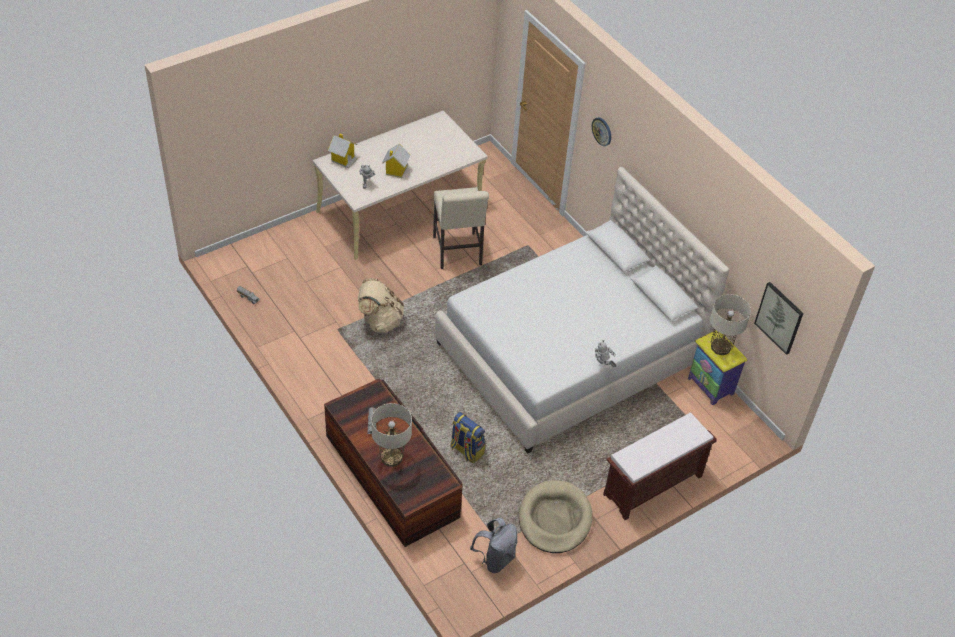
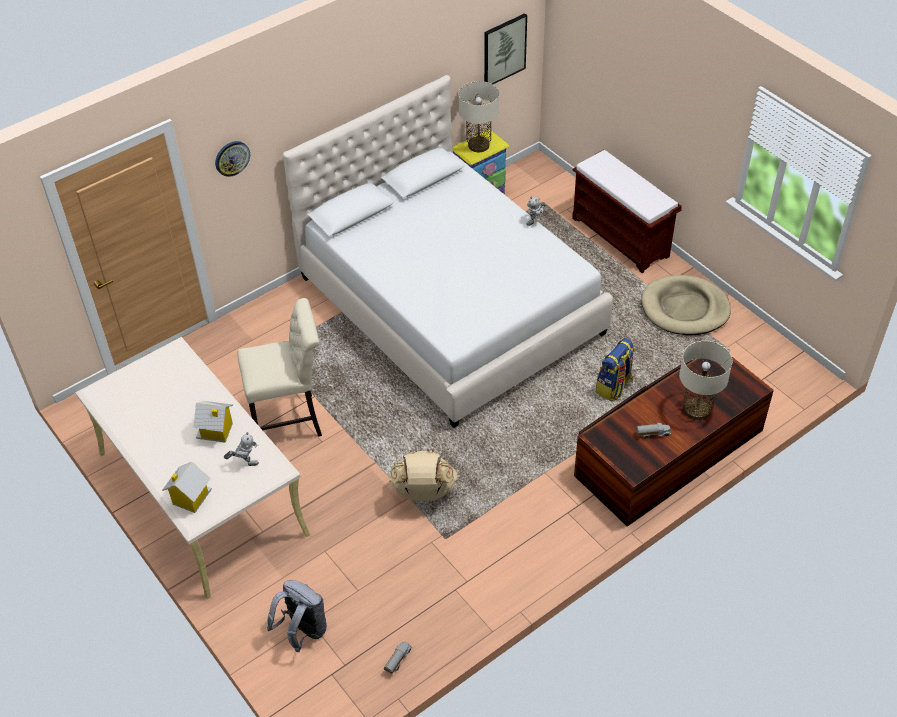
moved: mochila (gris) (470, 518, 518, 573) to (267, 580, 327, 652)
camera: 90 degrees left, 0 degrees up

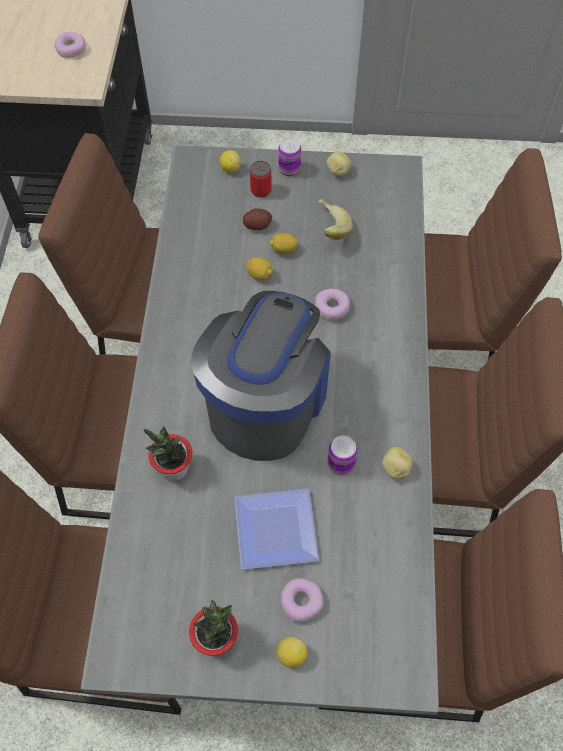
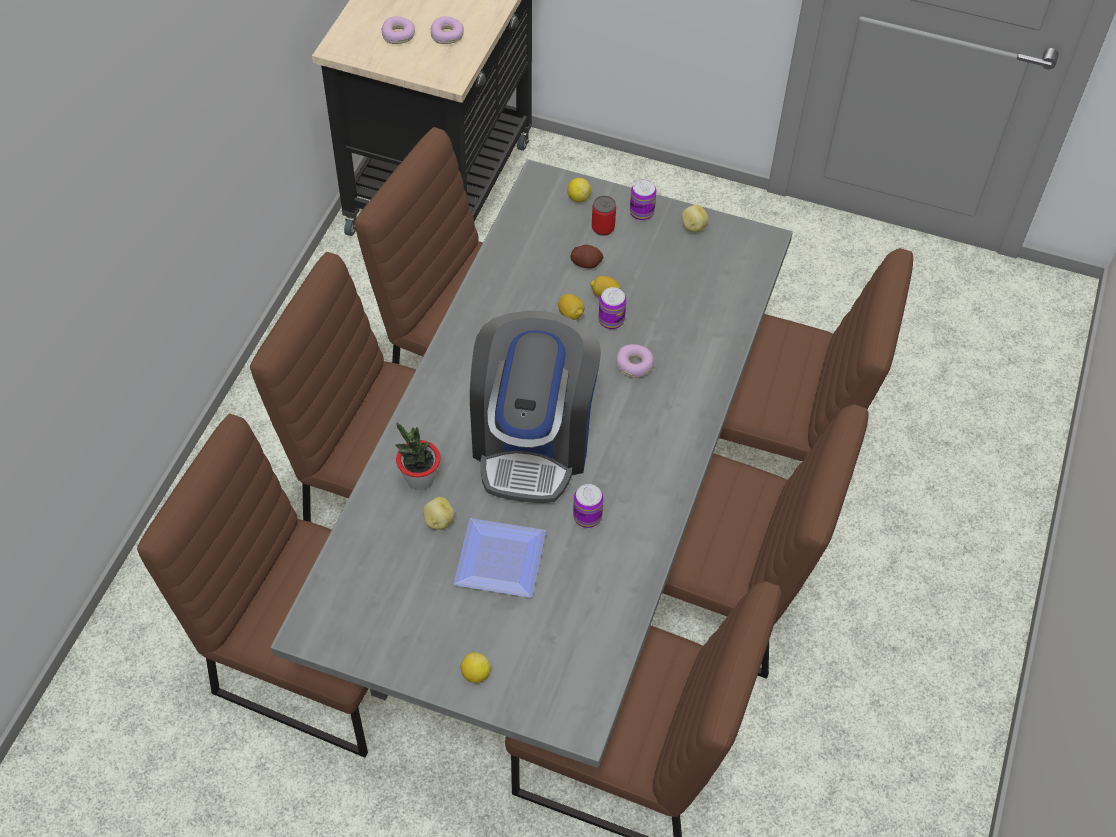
removed: planta en maceta (189, 599, 238, 656); plátano (318, 199, 353, 240)
added: lata (598, 287, 626, 329)
moved: rosquilla (280, 578, 324, 622) to (381, 16, 415, 44); patata (382, 447, 413, 479) to (423, 497, 455, 530)
turned: cafetera (191, 291, 330, 461) = (470, 311, 601, 503) 150 degrees clockwise
camera: 15 degrees right, 5 degrees down

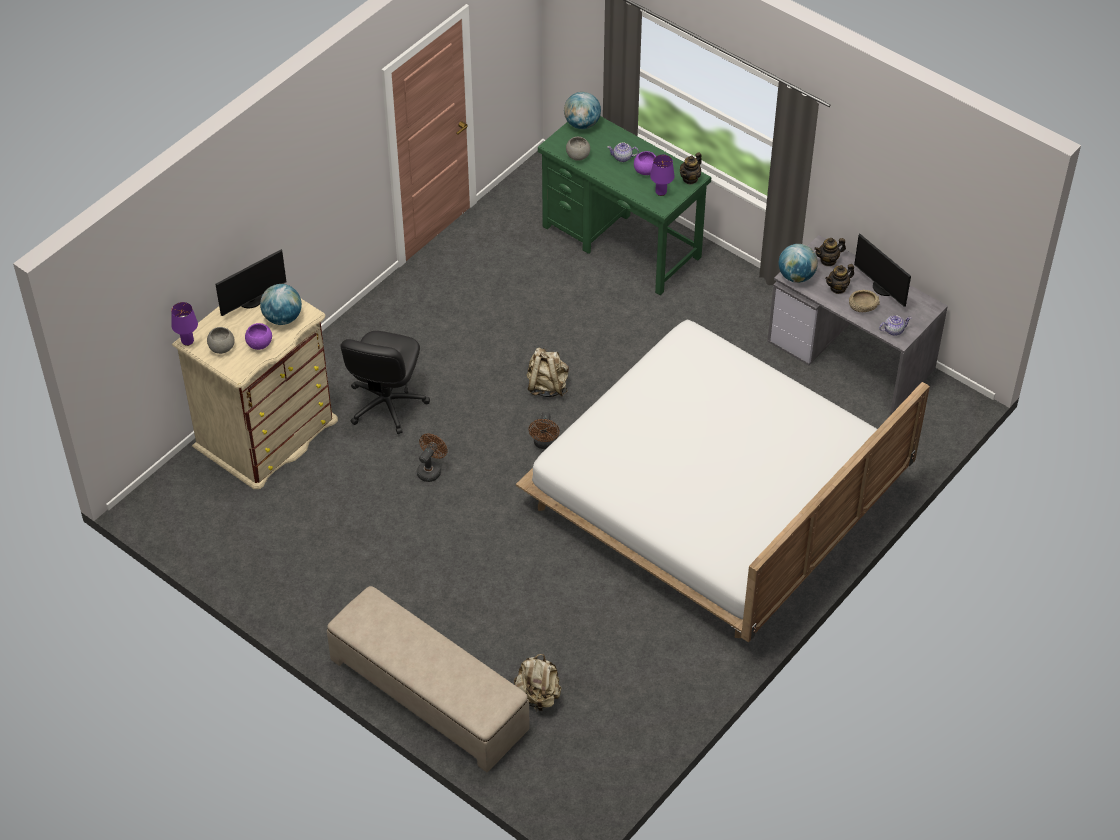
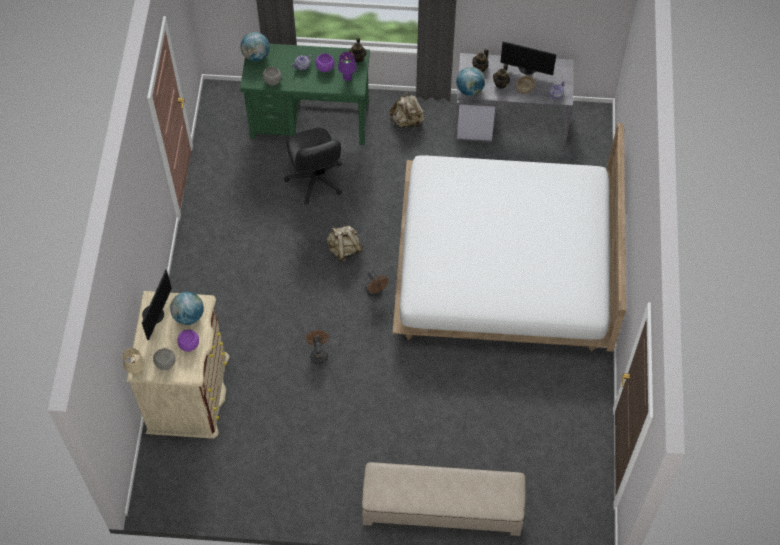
moved: silla de oficina (negro) (340, 331, 430, 434) to (284, 128, 342, 205); mochila (beis) (514, 654, 561, 711) to (390, 92, 425, 128)
recoloured: lámpara de mesa (morado) (171, 302, 198, 346) to lámpara de mesa (beis) (123, 348, 145, 377)
camera: 35 degrees left, 10 degrees up

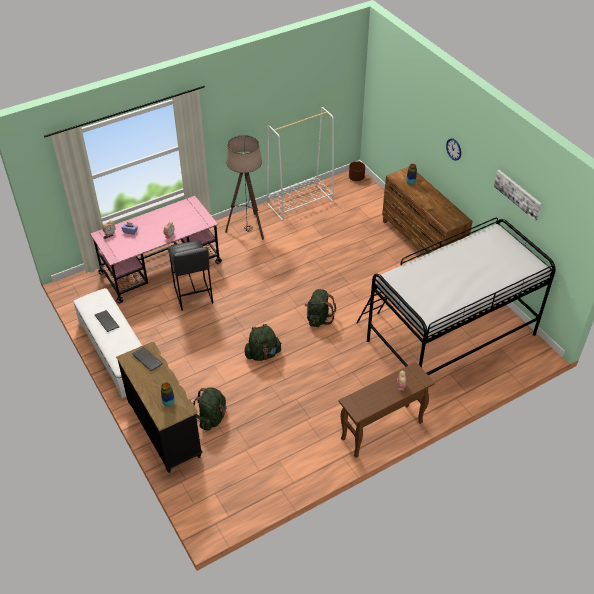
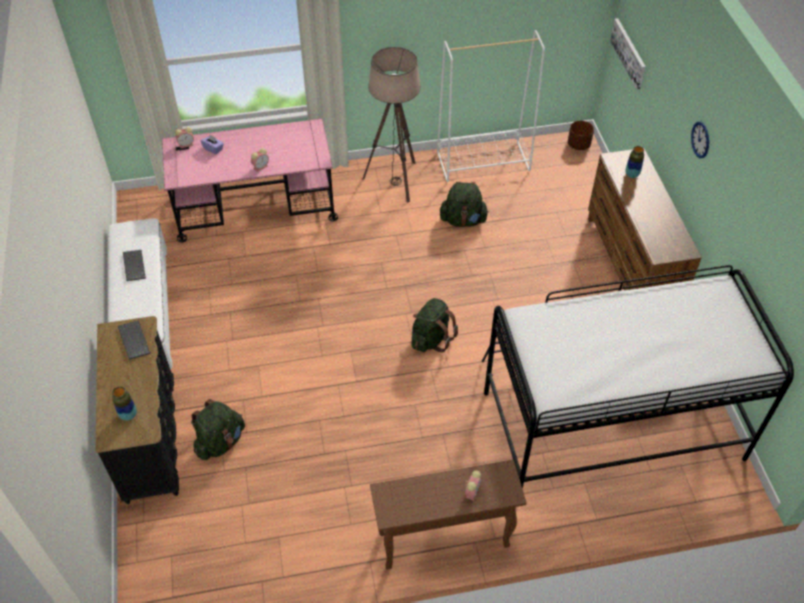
removed: taburete (gris) (168, 241, 213, 311)
moved: mochila (verde) (244, 324, 282, 361) to (440, 182, 489, 227); cuadro (494, 170, 542, 221) to (610, 18, 646, 89)
camera: 20 degrees right, 5 degrees up

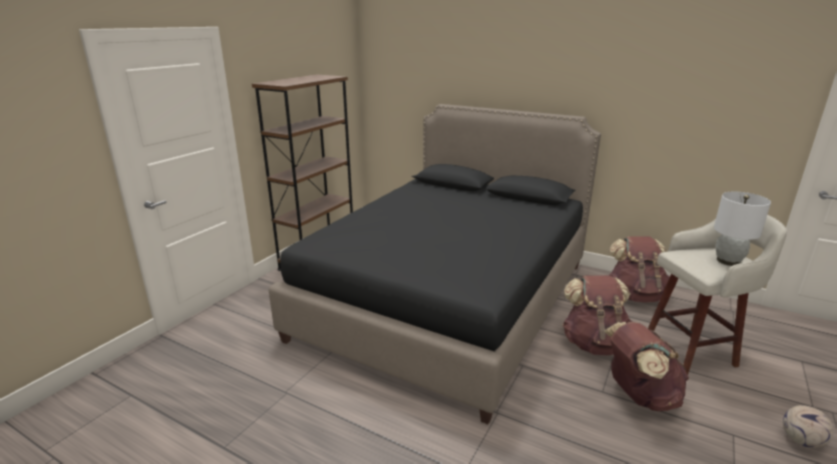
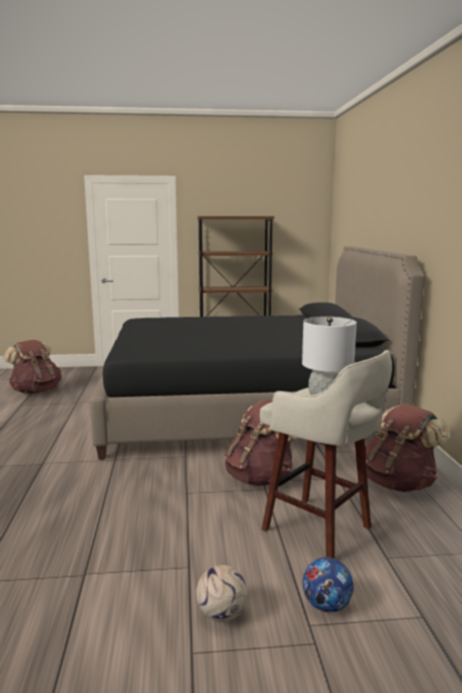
added: balón de fútbol (302, 557, 354, 612)
moved: mochila (marrón) (604, 322, 689, 411) to (3, 340, 62, 394)
camera: 55 degrees right, 10 degrees down

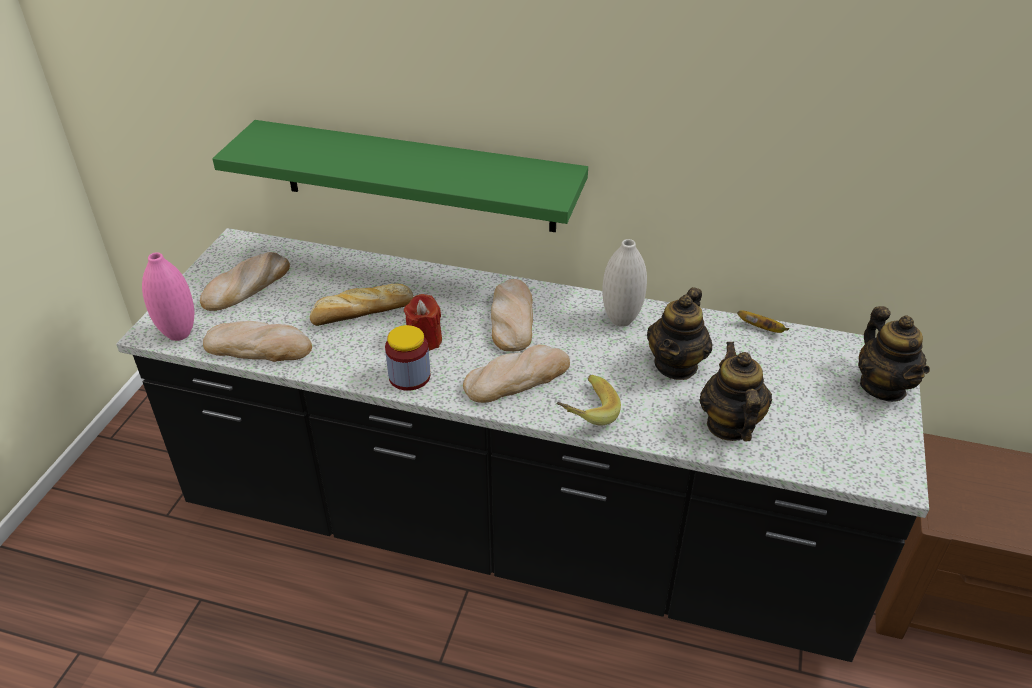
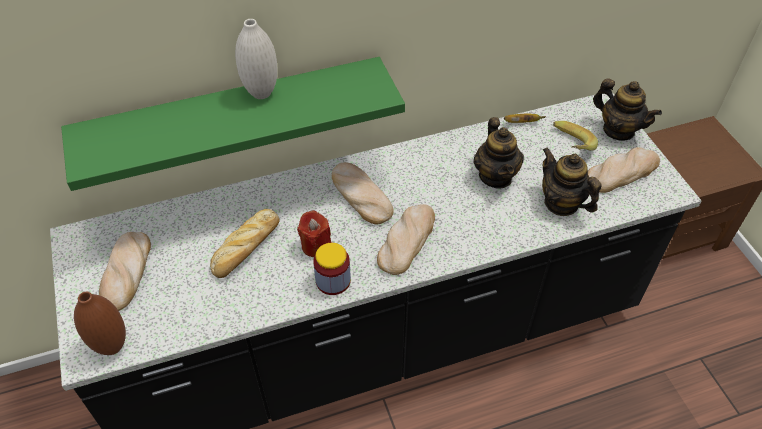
moved: pan (203, 321, 312, 362) to (588, 147, 660, 193); plátano (557, 375, 621, 426) to (553, 121, 598, 151); florero (blanco) (602, 239, 647, 327) to (235, 19, 277, 99)
recoloured: florero (rosa) (142, 252, 194, 341) to florero (marrón) (74, 292, 126, 355)
camera: 35 degrees left, 10 degrees up

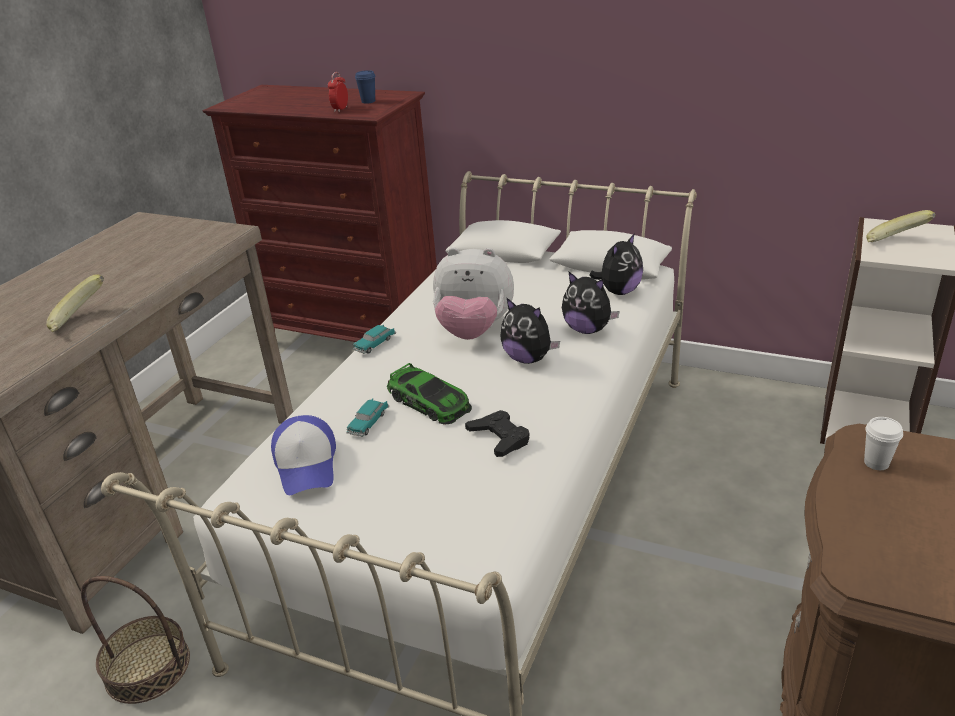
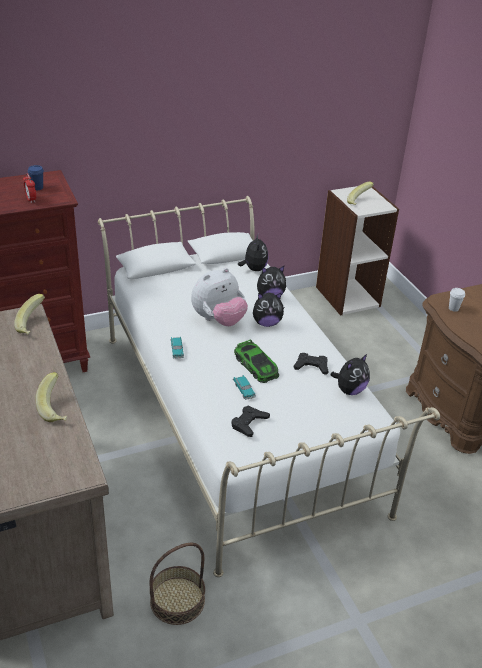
added: plátano (14, 294, 45, 335); peluche (330, 354, 370, 395)
replaced: gorra (271, 415, 336, 495) to mando de consola (negro) (231, 406, 270, 437)
turned: coche de juguete (387, 363, 472, 425) = (234, 339, 279, 383) 60 degrees clockwise
camera: 50 degrees left, 5 degrees up

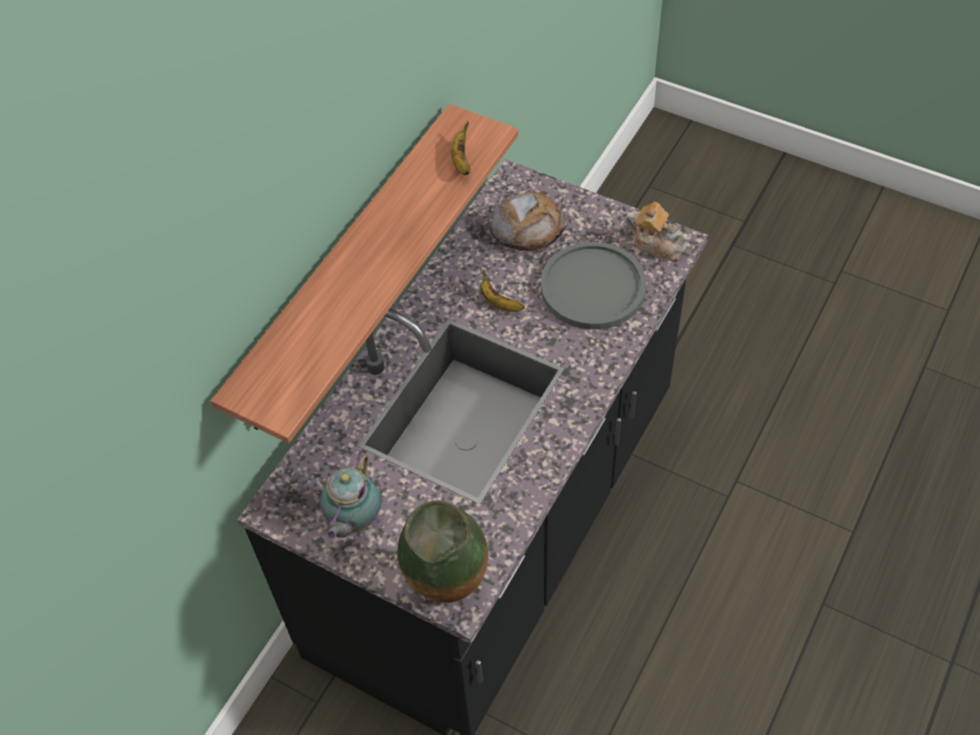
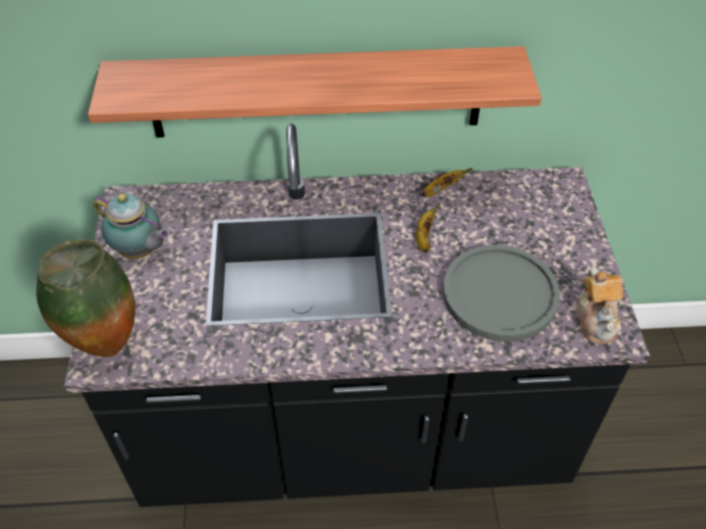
removed: pan (489, 190, 566, 253)
moved: plátano (451, 121, 471, 175) to (422, 168, 472, 197)
turned: tetera (320, 453, 382, 541) = (94, 193, 170, 259) 135 degrees counterclockwise
camera: 55 degrees right, 5 degrees down

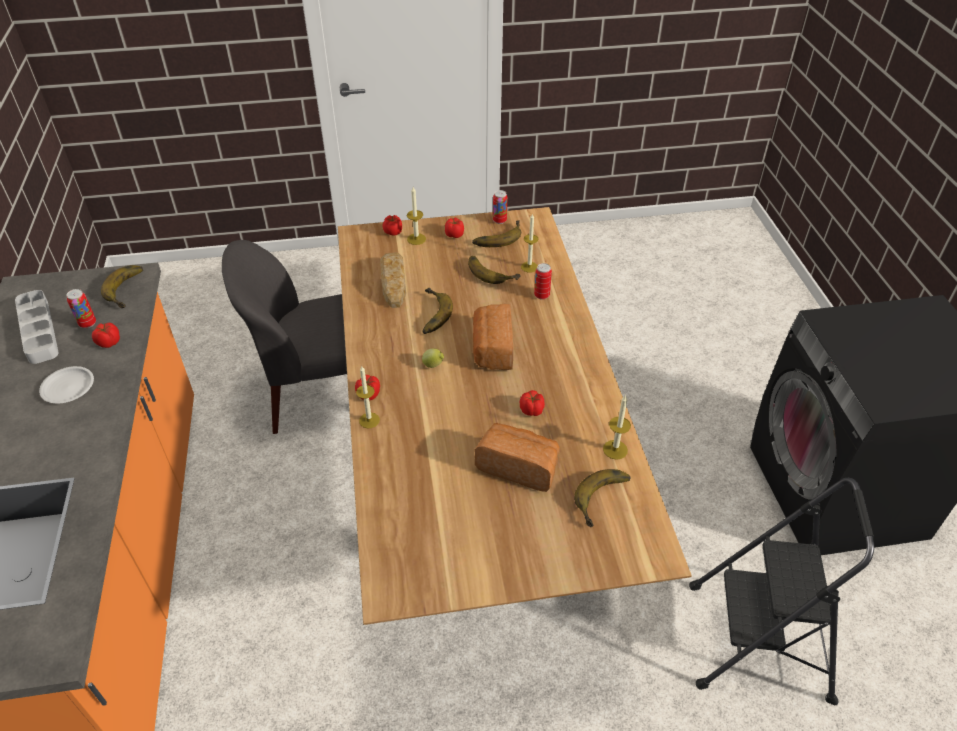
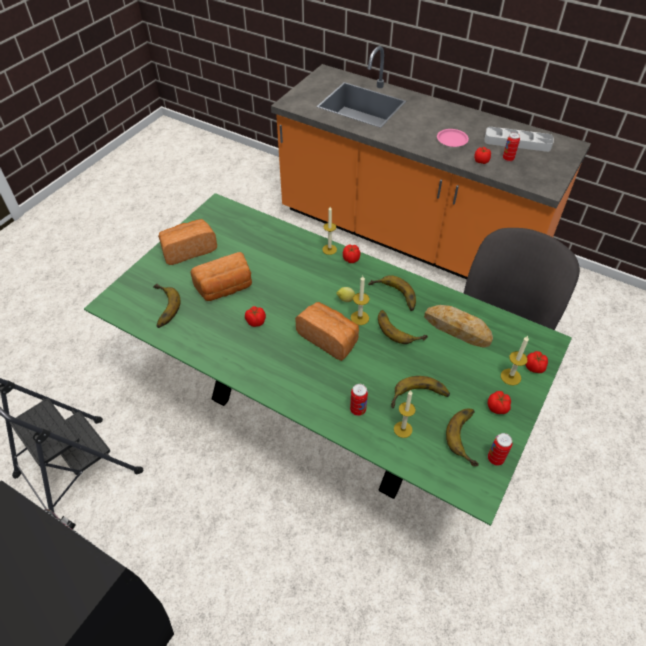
added: pan (158, 219, 217, 265)
moved: plátano (101, 265, 143, 308) to (368, 275, 416, 311); vela (603, 395, 631, 460) to (351, 276, 370, 325)
recoloured: plato (blanco) (39, 366, 94, 403) to plato (rosa) (437, 129, 469, 147); mesa de comedor (marrón) (338, 207, 692, 625) to mesa de comedor (verde) (84, 193, 572, 526)
camera: 130 degrees right, 5 degrees up

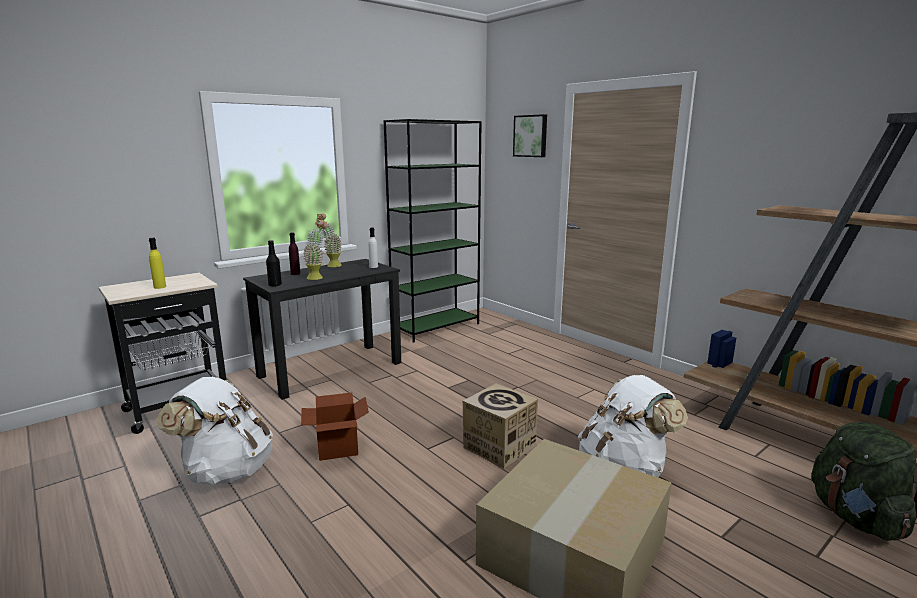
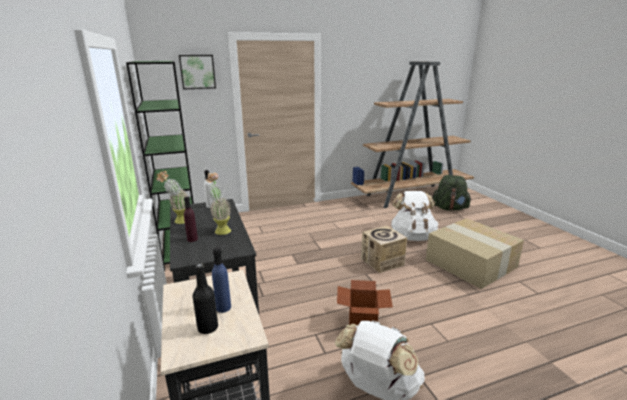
moved: botella (negro) (266, 240, 282, 286) to (193, 263, 218, 334)
recoloured: botella (amarillo) (149, 238, 166, 289) to botella (azul) (212, 247, 231, 313)
camera: 70 degrees left, 5 degrees up

